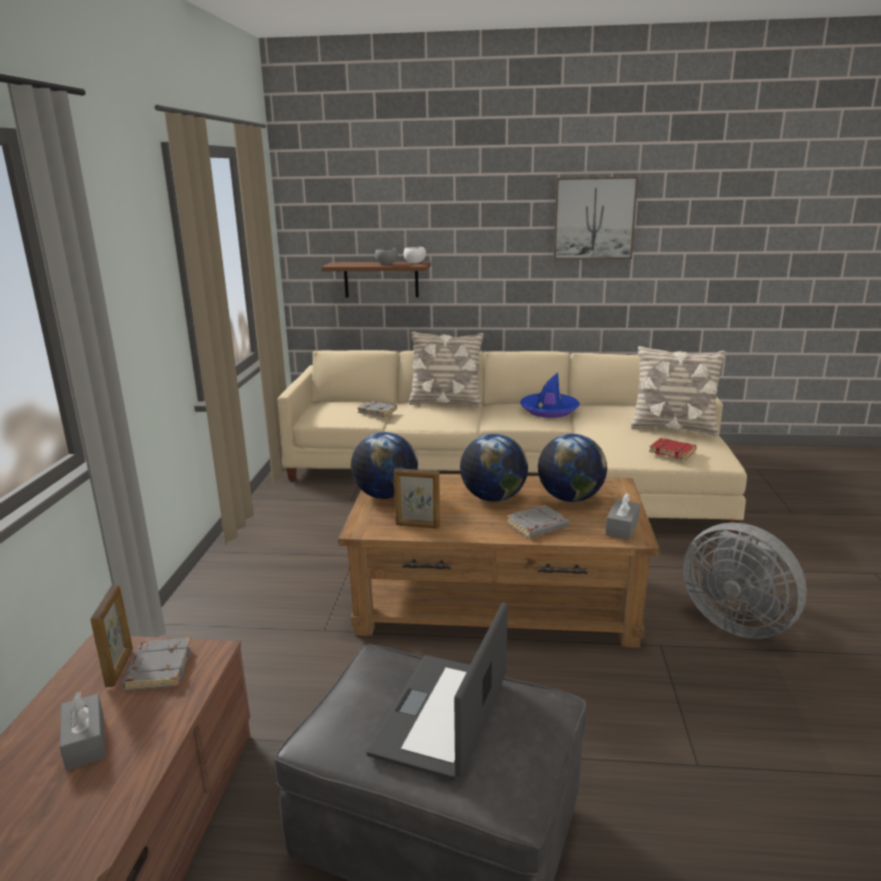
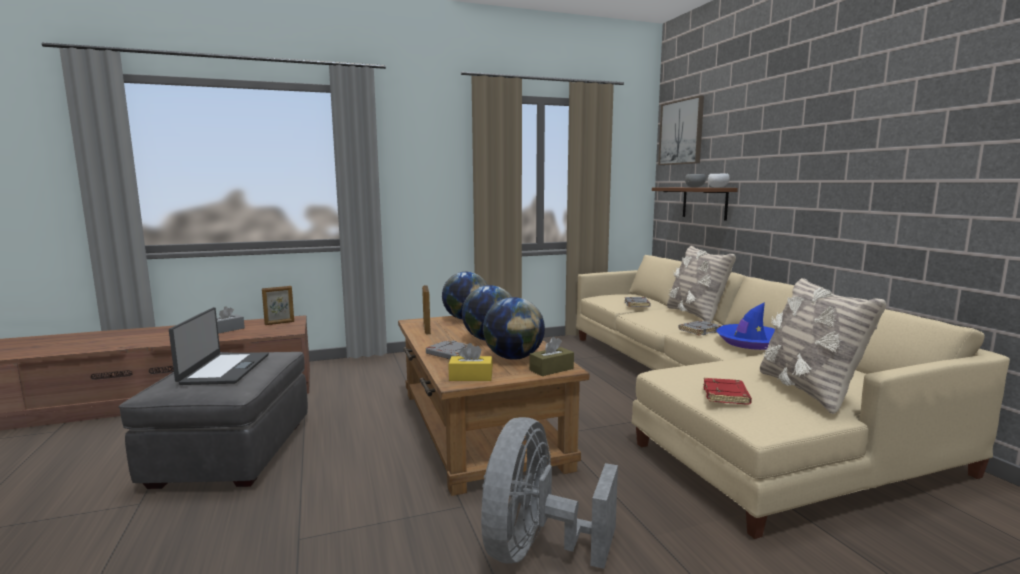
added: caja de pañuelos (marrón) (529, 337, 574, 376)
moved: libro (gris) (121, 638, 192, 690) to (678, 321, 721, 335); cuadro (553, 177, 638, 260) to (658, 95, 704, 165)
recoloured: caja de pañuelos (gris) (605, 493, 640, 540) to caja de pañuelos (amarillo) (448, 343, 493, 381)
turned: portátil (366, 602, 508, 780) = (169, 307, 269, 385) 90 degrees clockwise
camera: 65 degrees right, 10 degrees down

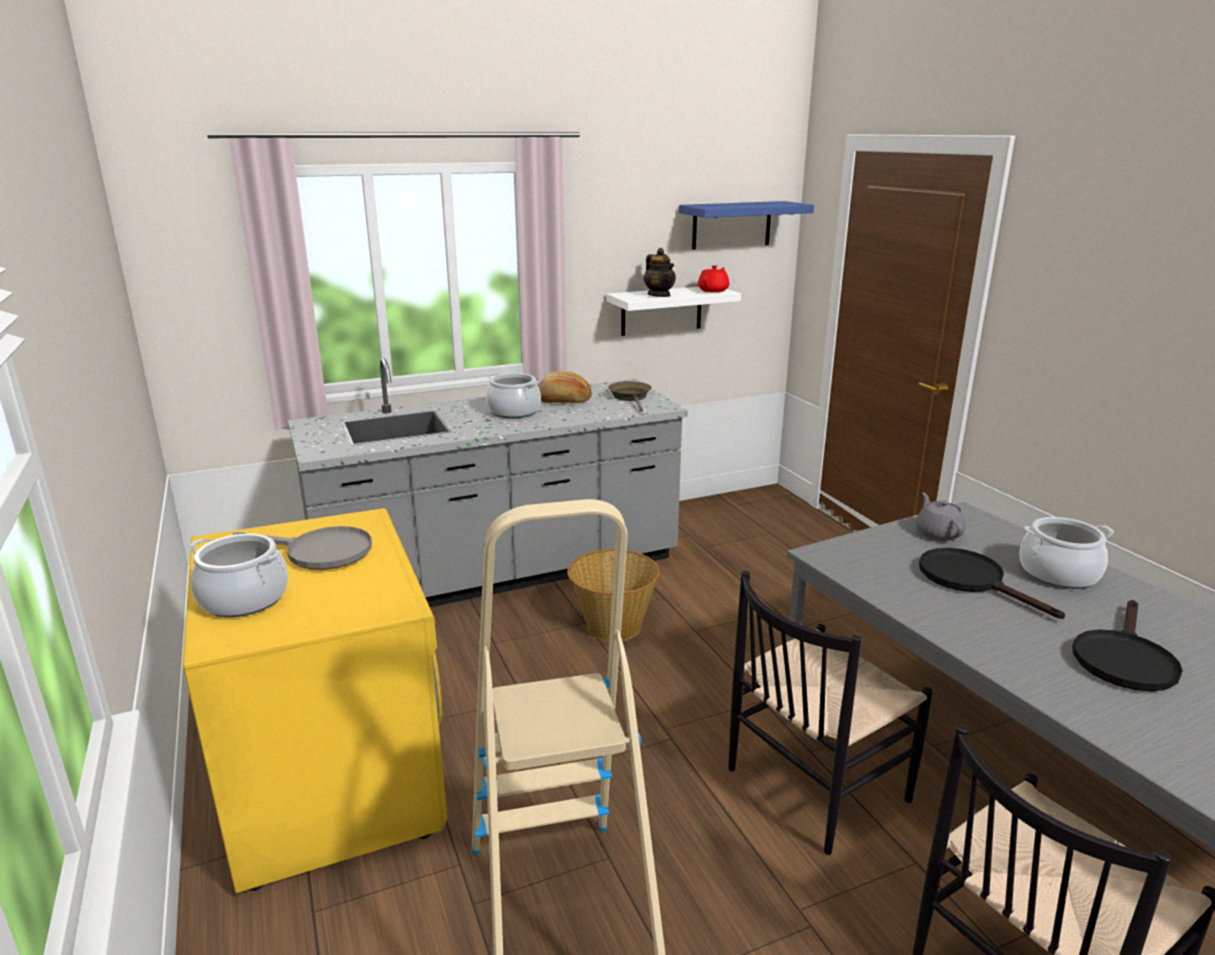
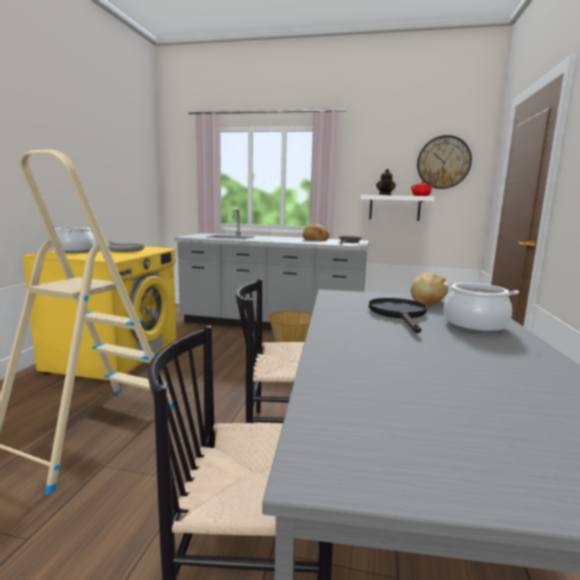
removed: olla (486, 373, 541, 418); sartén (negro) (1072, 600, 1183, 691)
replaced: estante (azul) (679, 201, 814, 250) to reloj de pared (417, 135, 472, 189); tetera (gris) (916, 492, 966, 541) to pan (411, 273, 448, 305)
camera: 35 degrees right, 10 degrees down

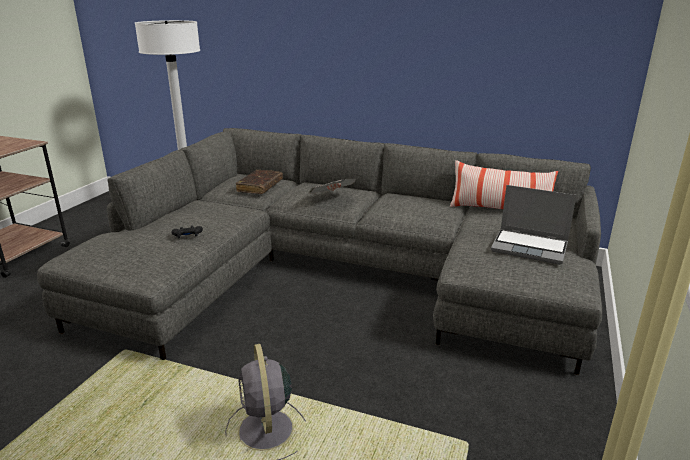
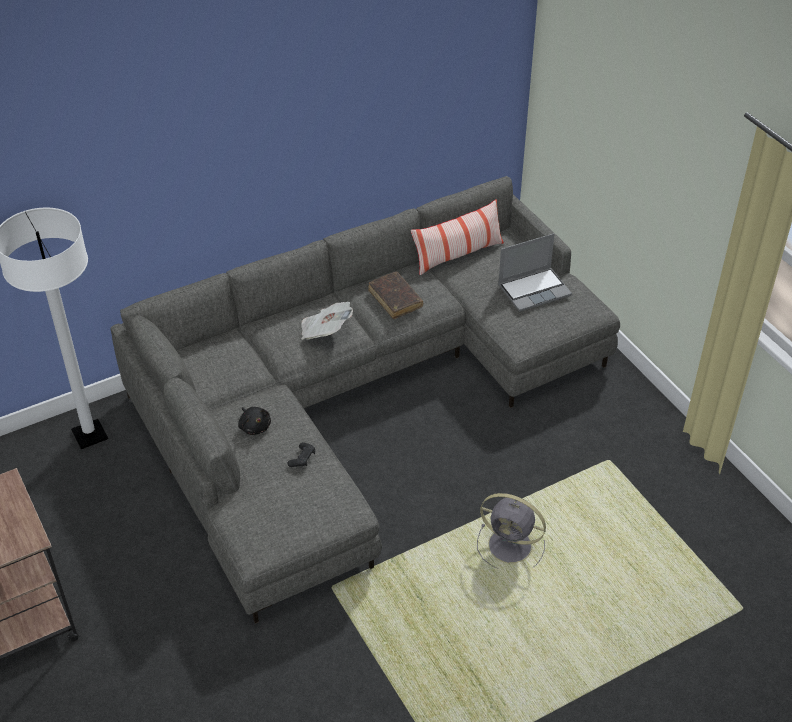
added: peluche (negro) (238, 407, 271, 435)
moved: libro (marrón) (236, 170, 283, 194) to (368, 272, 423, 319)
camera: 50 degrees left, 20 degrees up

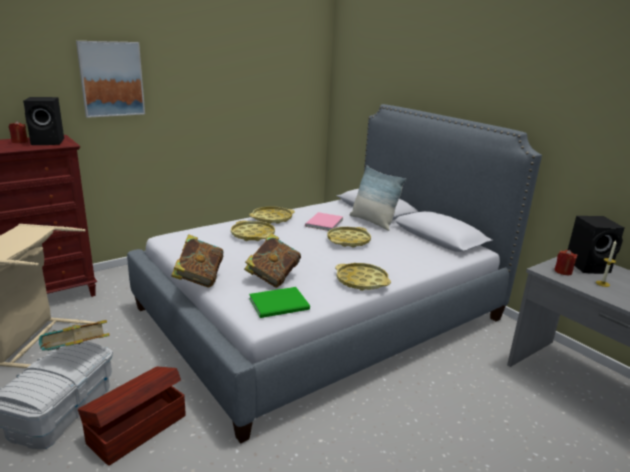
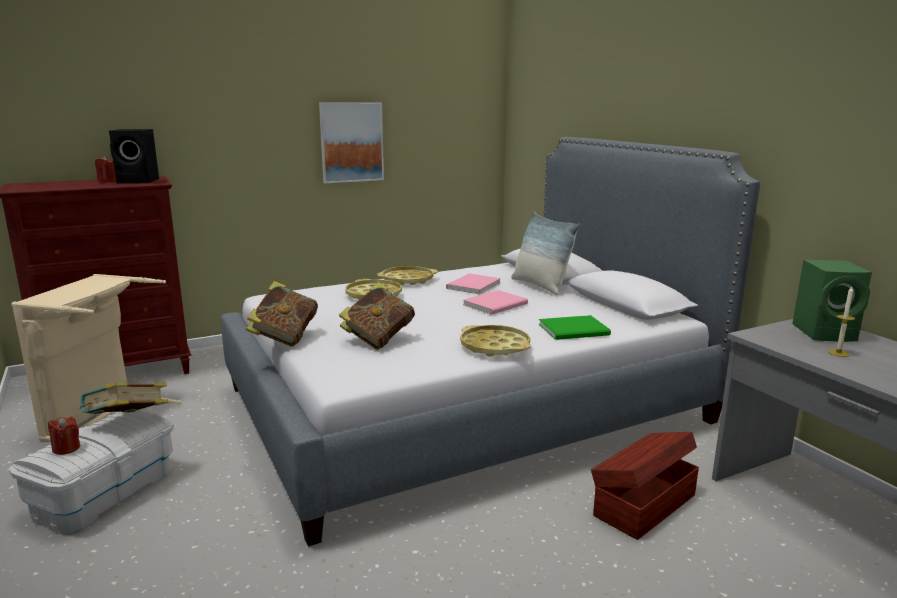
moved: cuadro (76, 41, 145, 118) to (319, 102, 384, 183); caja de almacenaje (marrón) (78, 367, 186, 466) to (591, 432, 699, 540); libro (verde) (249, 287, 310, 318) to (539, 315, 611, 340); vela (rojo) (554, 250, 578, 275) to (48, 416, 80, 455)
replaced: bandeja (amarillo) (327, 227, 371, 248) to libro (rosa) (463, 290, 528, 315)
recoloured: altavoz (negro) (568, 216, 625, 274) to altavoz (verde) (792, 260, 872, 342)
camera: 10 degrees right, 5 degrees down

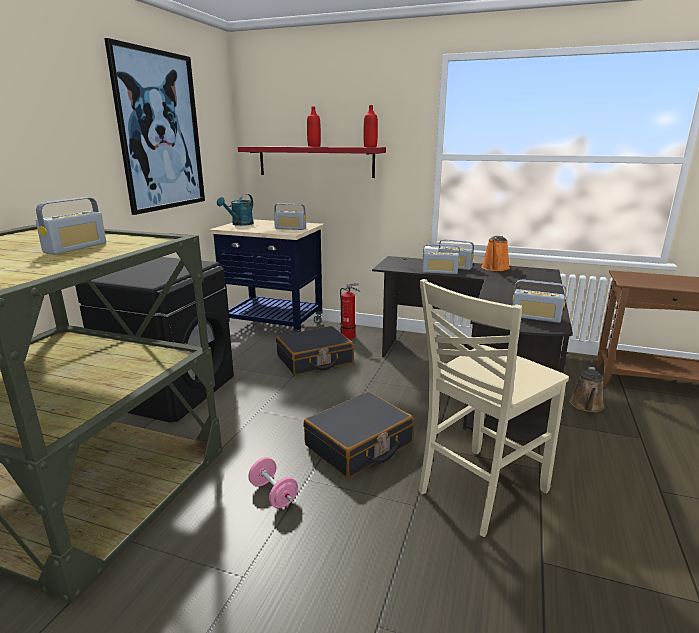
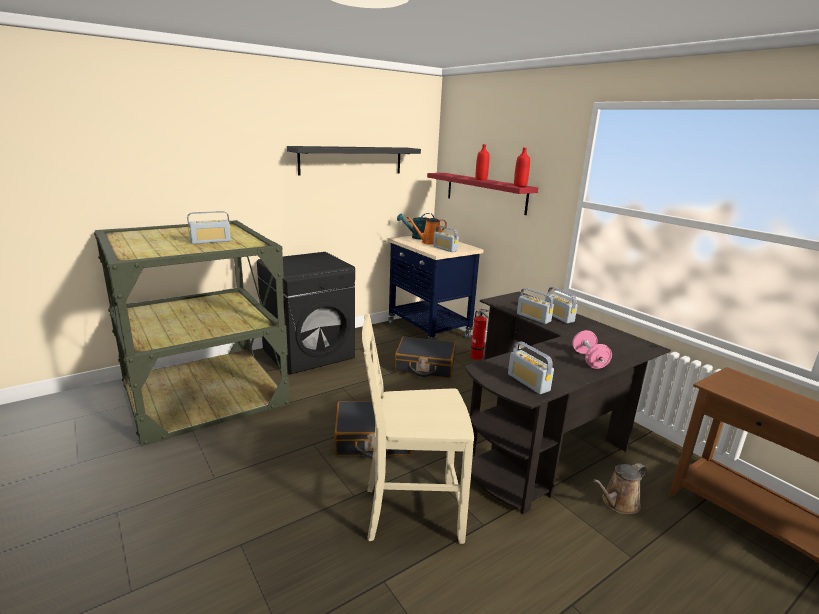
moved: mancuerna (rosa) (248, 457, 298, 508) to (572, 330, 612, 369); regadera (naranja) (481, 236, 510, 271) to (407, 217, 447, 245)
replaced: cuadro (104, 38, 205, 215) to estante (negro) (287, 146, 421, 176)
camera: 35 degrees right, 0 degrees up

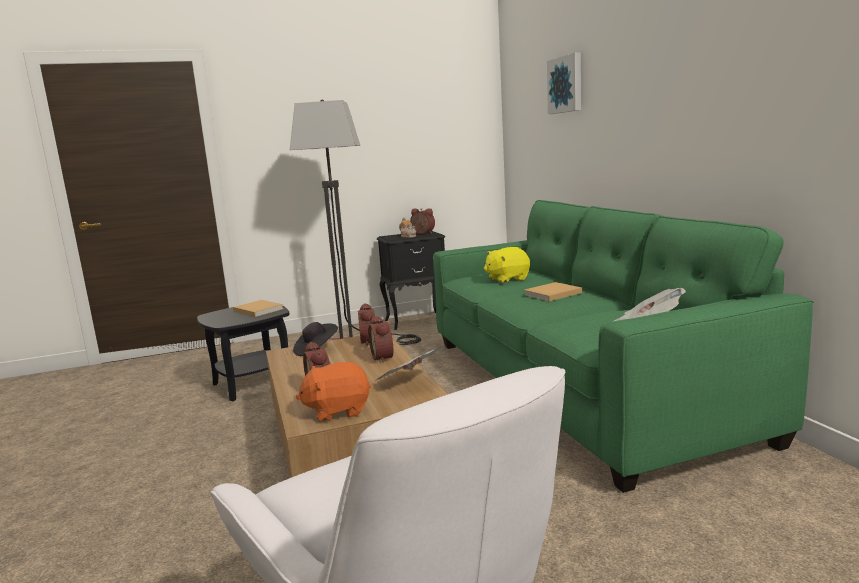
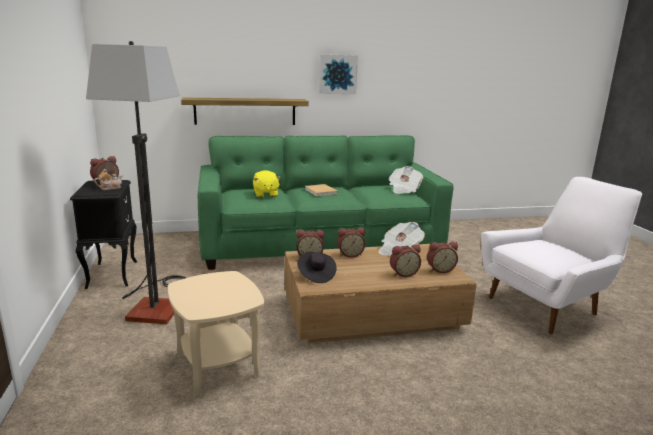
removed: libro (beis) (233, 300, 284, 317)
added: estante (181, 98, 309, 125)
moved: cuadro (547, 52, 581, 114) to (319, 54, 358, 94)
replaced: peluche (naranja) (296, 362, 371, 422) to despertador (427, 242, 458, 273)
recoloured: mesa auxiliar (negro) (197, 306, 290, 401) to mesa auxiliar (beis) (168, 271, 265, 395)
camera: 85 degrees left, 5 degrees up

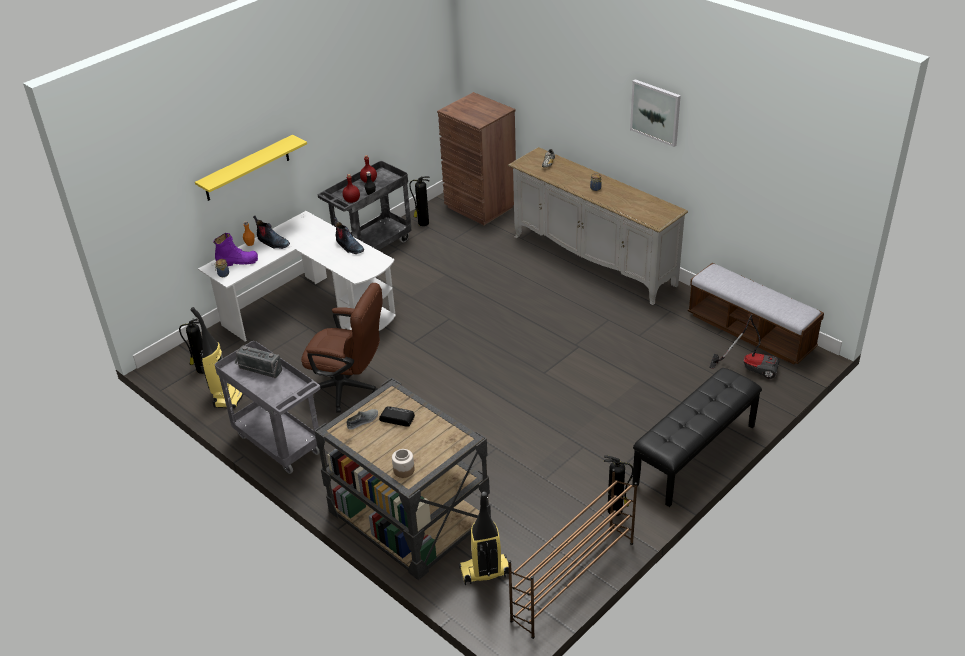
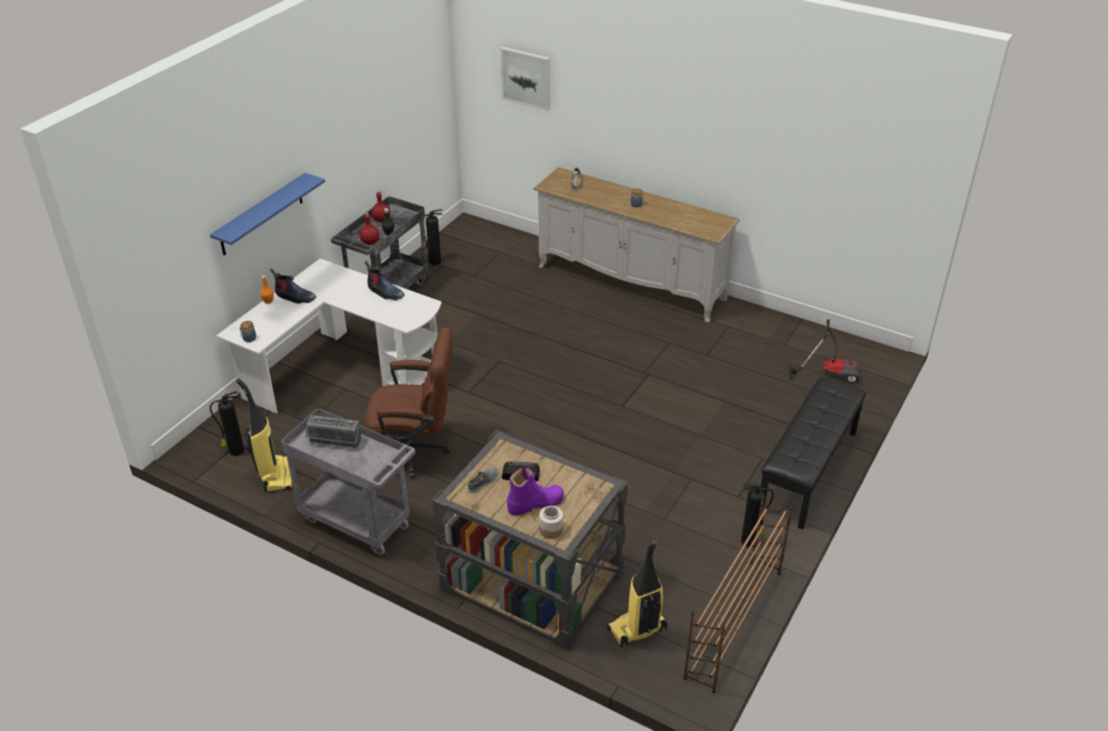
removed: cómoda (marrón) (437, 92, 516, 225); banco (688, 263, 824, 365)
moved: bota (morado) (213, 233, 258, 266) to (507, 467, 564, 516); cuadro (630, 79, 681, 147) to (500, 47, 550, 111)
recoloured: estante (amarillo) (195, 135, 307, 201) to estante (azul) (210, 173, 325, 255)
camera: 15 degrees left, 0 degrees up

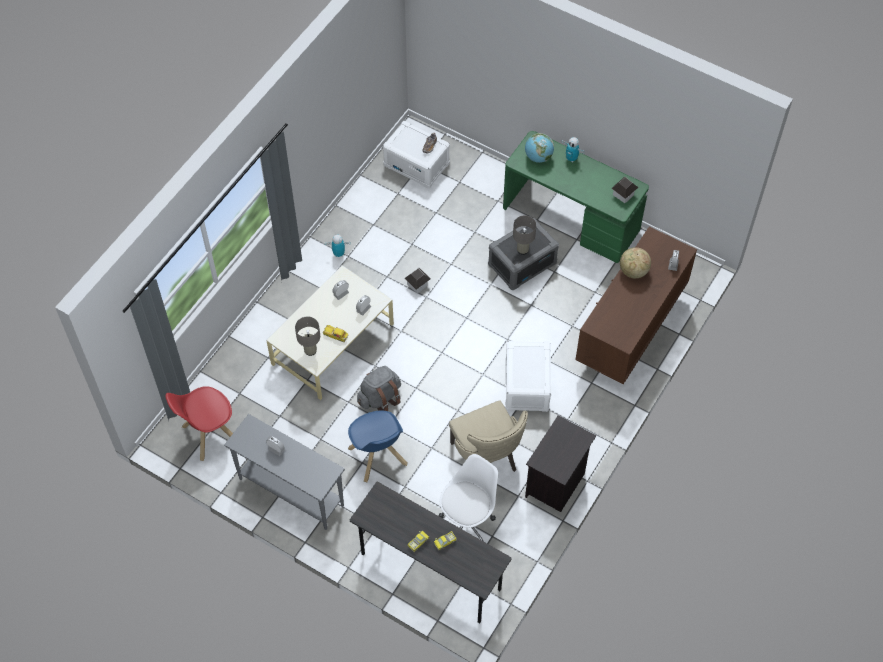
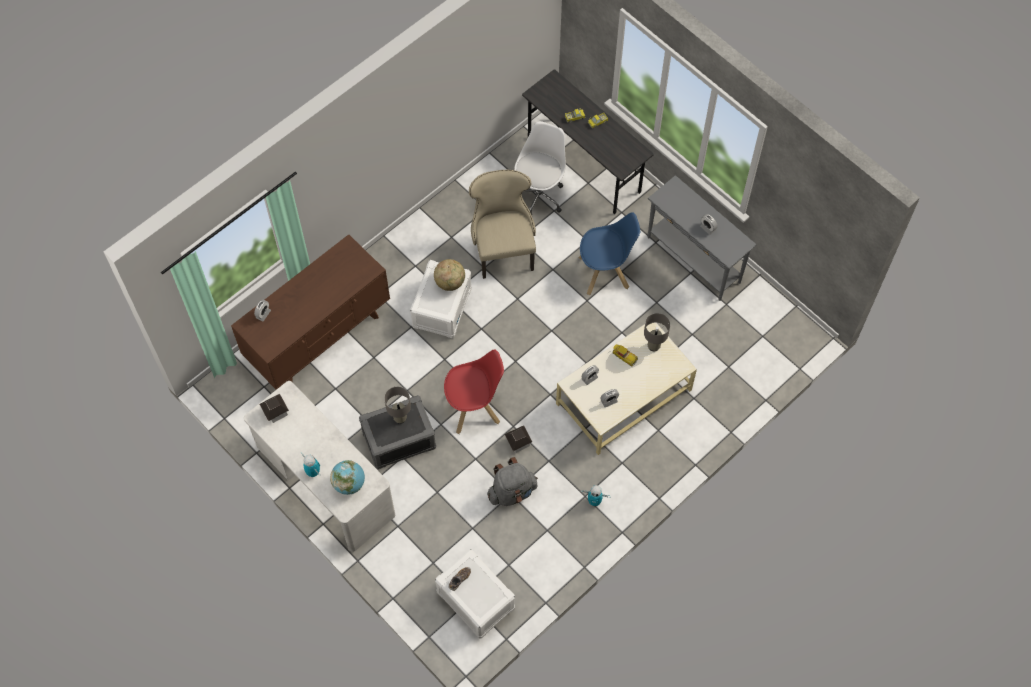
removed: mesita de noche (negro) (525, 415, 596, 512)
moved: silla (rojo) (165, 386, 233, 461) to (444, 349, 504, 434); mochila (gris) (357, 366, 401, 411) to (487, 457, 538, 506); globo terráqueo (620, 247, 651, 278) to (434, 259, 465, 291)
recoloured: escritorio (verde) (503, 131, 649, 263) to escritorio (blanco) (244, 381, 395, 552)
turned: silla (azul) (348, 411, 408, 483) = (578, 212, 640, 295) 90 degrees clockwise; silla de oficina (blanco) (438, 454, 498, 542) = (514, 121, 566, 215) 150 degrees clockwise
camera: 165 degrees left, 5 degrees up

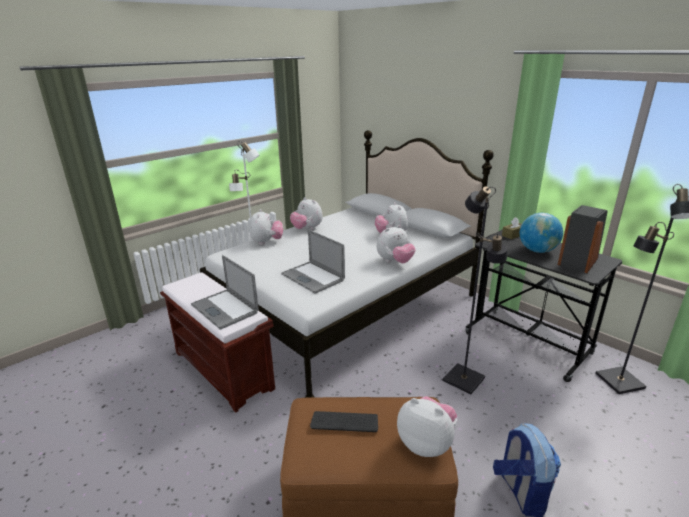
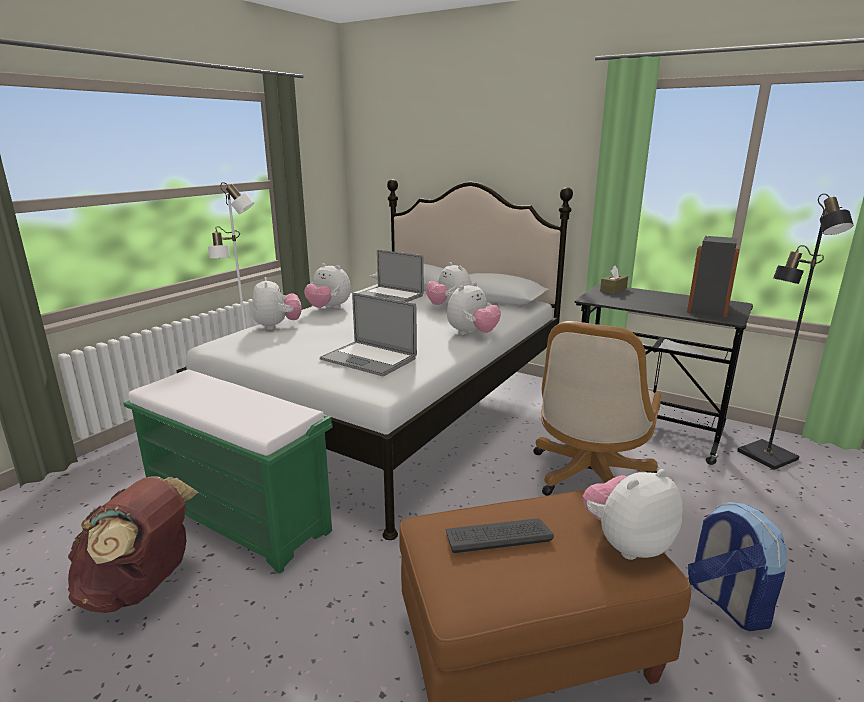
removed: globo terráqueo (520, 213, 563, 253)
added: mochila (marrón) (68, 476, 198, 613)
moved: portátil (191, 255, 259, 329) to (359, 250, 424, 302)
replaced: lámpara de pie (negro) (443, 186, 507, 395) to silla de oficina (533, 321, 661, 496)
recoloured: banco (marrón) (160, 272, 275, 413) to banco (verde) (123, 370, 333, 574)
turned: peluche (397, 396, 457, 457) = (583, 469, 683, 560) 45 degrees counterclockwise
camera: 15 degrees left, 5 degrees down

